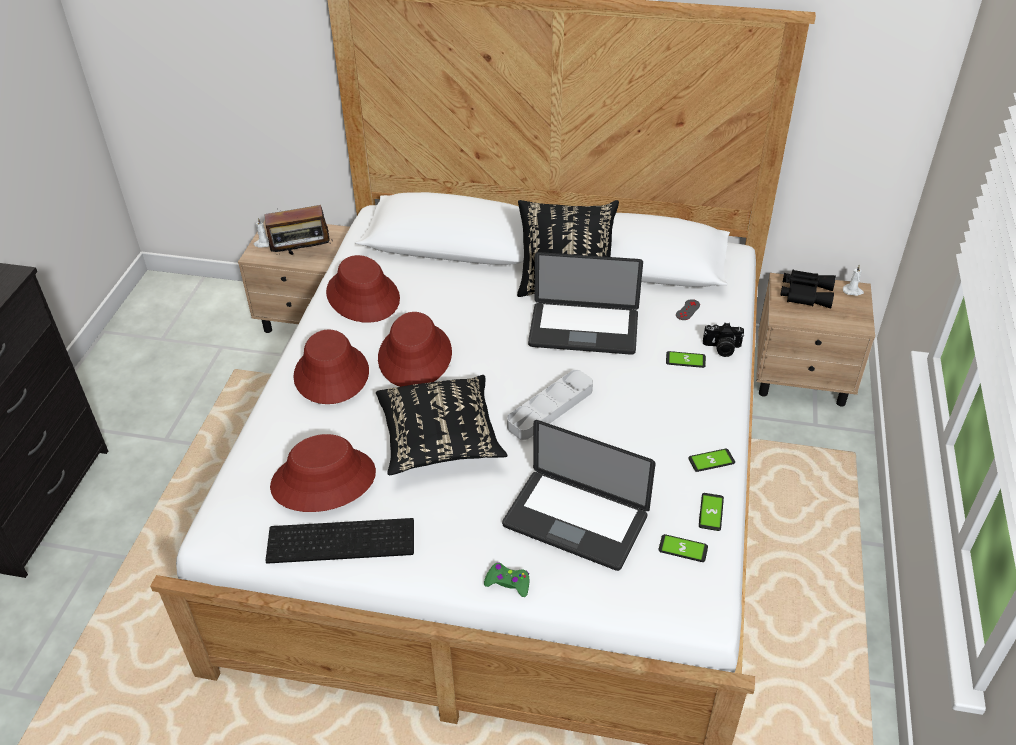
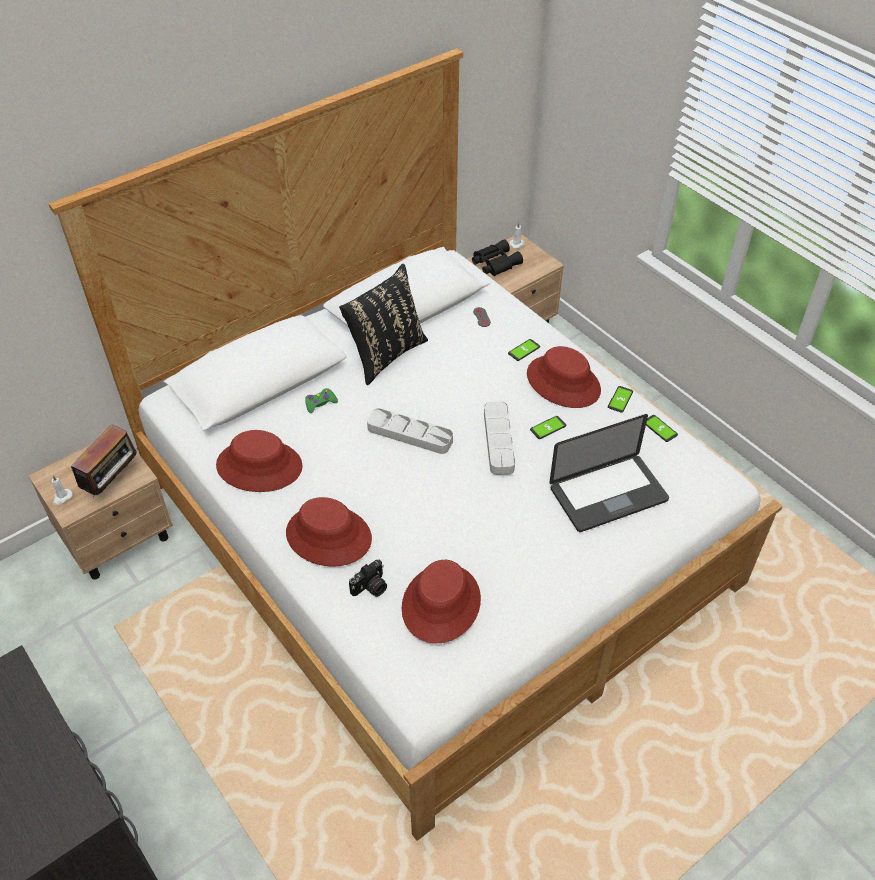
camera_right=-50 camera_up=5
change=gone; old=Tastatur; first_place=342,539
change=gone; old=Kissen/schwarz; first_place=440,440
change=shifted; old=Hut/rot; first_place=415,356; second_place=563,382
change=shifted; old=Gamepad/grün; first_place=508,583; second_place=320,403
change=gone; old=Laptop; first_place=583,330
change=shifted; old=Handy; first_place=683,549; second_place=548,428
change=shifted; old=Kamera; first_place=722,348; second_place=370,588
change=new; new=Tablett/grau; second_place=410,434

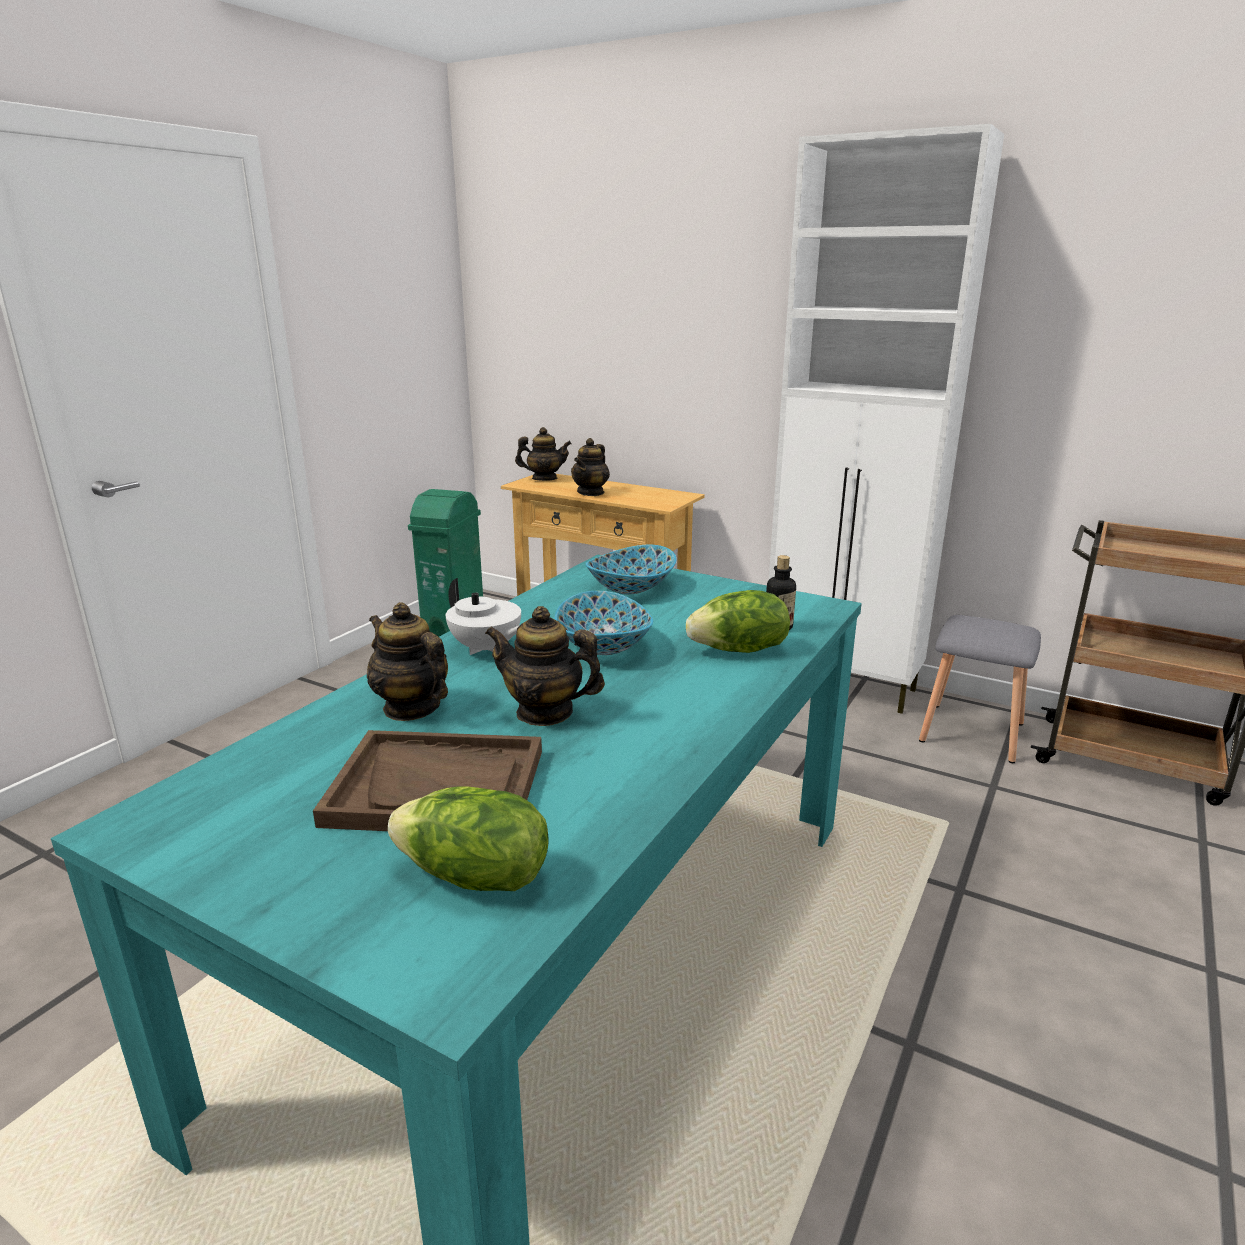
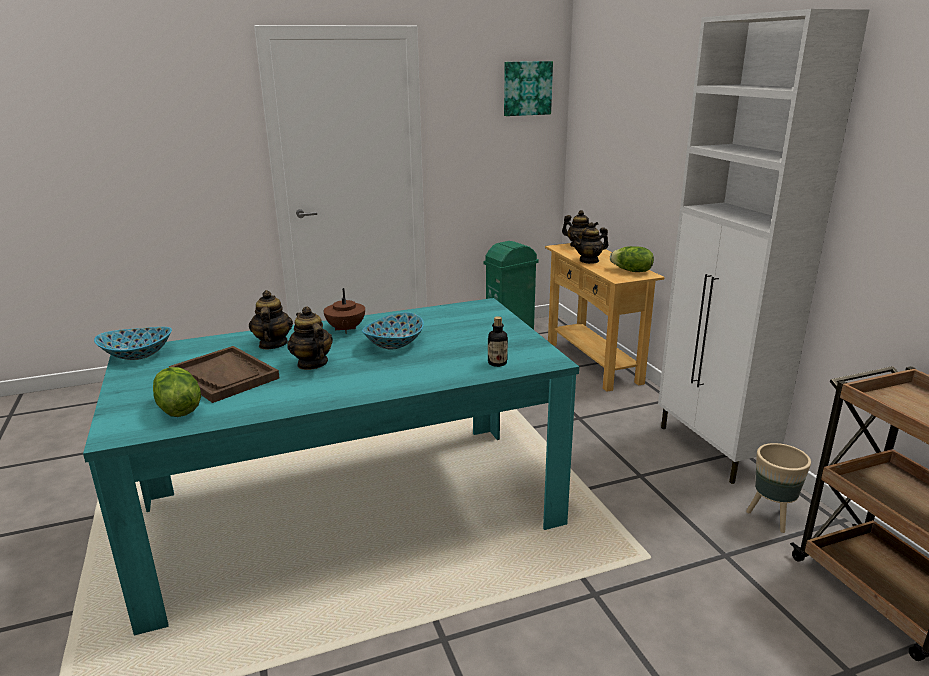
camera_right=40 camera_up=0
change=repainted; old=Teekanne/weiß; new=Teekanne/braun; first_place=486,649; second_place=345,329
change=shifted; old=Schüssel; first_place=630,588; second_place=138,355
change=shifted; old=Salatkopf; first_place=740,650; second_place=631,271
change=swapped; old=Hocker/grau; new=Pflanzkübel/beige; first_place=973,732; second_place=771,518
change=new; new=Bild; second_place=527,88

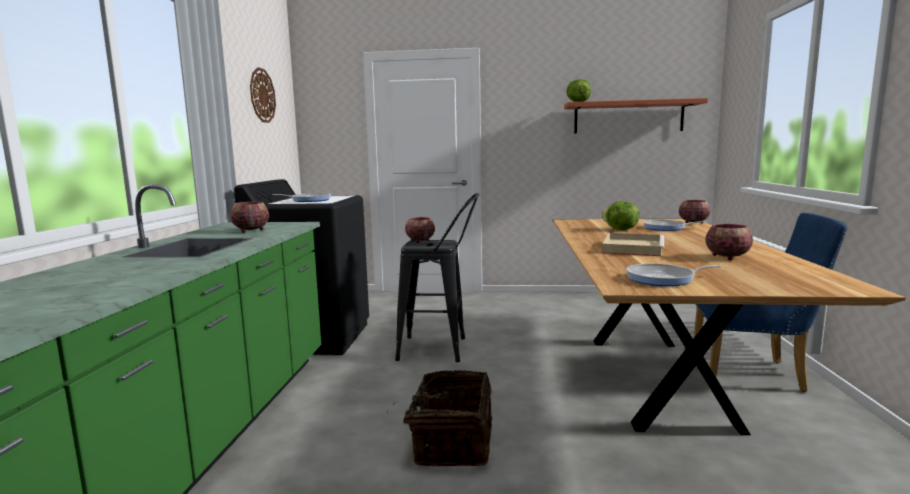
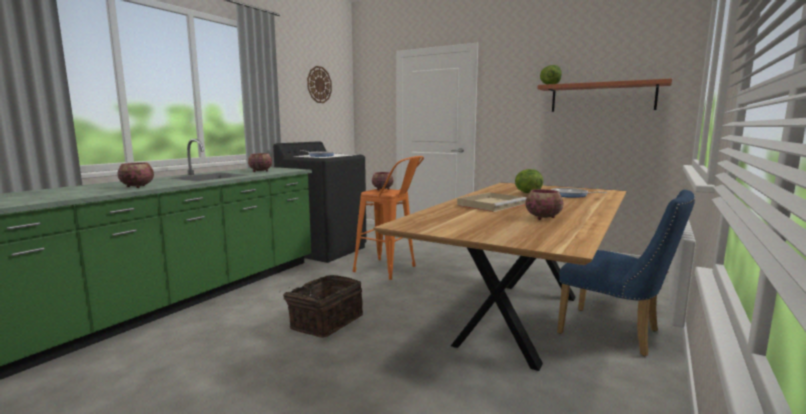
camera_right=25 camera_up=0
change=repainted; old=Hocker/schwarz; new=Hocker/orange; first_place=441,349; second_place=390,270
change=gone; old=Pfanne; first_place=663,279
change=shifted; old=Schüssel; first_place=692,223; second_place=138,187

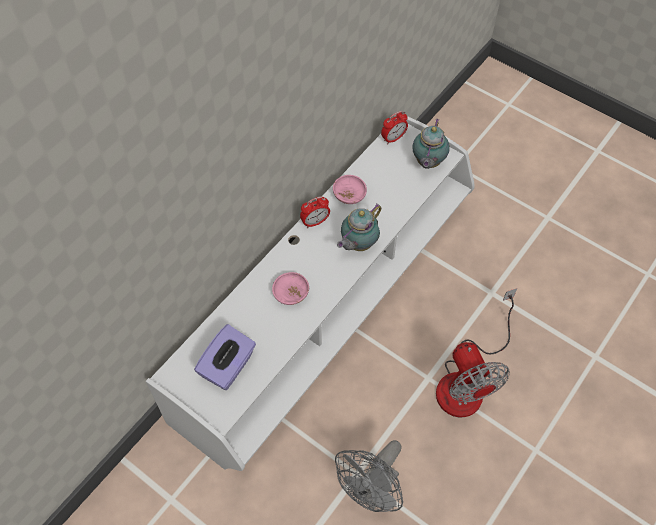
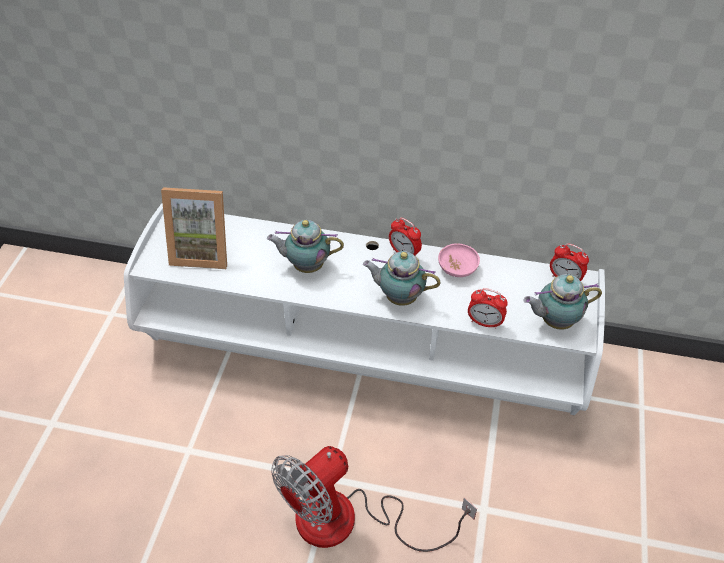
camera_right=65 camera_up=-10
change=swapped; old=Taschentuchbox/lila; new=Bilderrahmen; first_place=228,366; second_place=202,251
change=swapped; old=Schüssel/rosa; new=Teekanne; first_place=291,294; second_place=306,266
change=gone; old=Ventilator/grau; first_place=371,491
change=new; new=Wecker; second_place=484,322

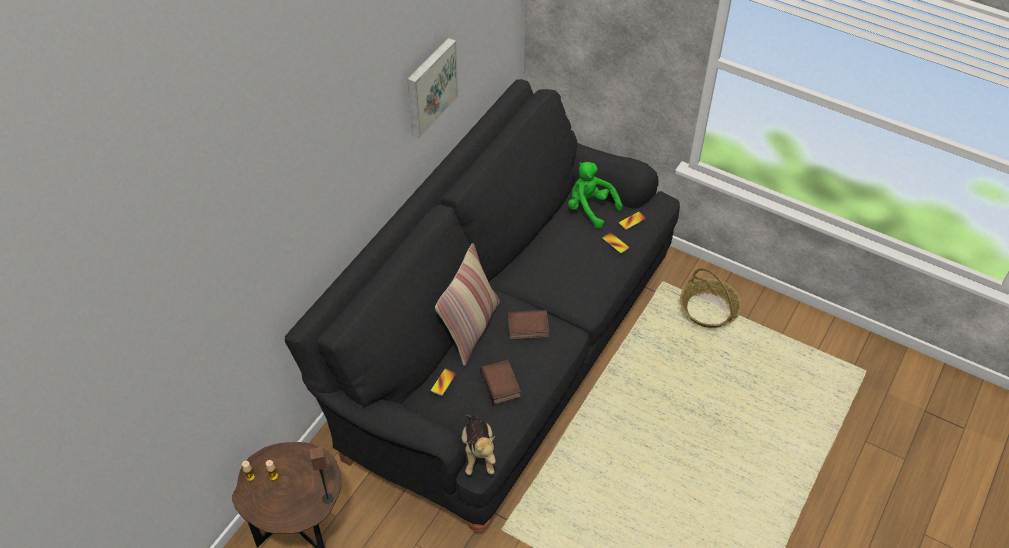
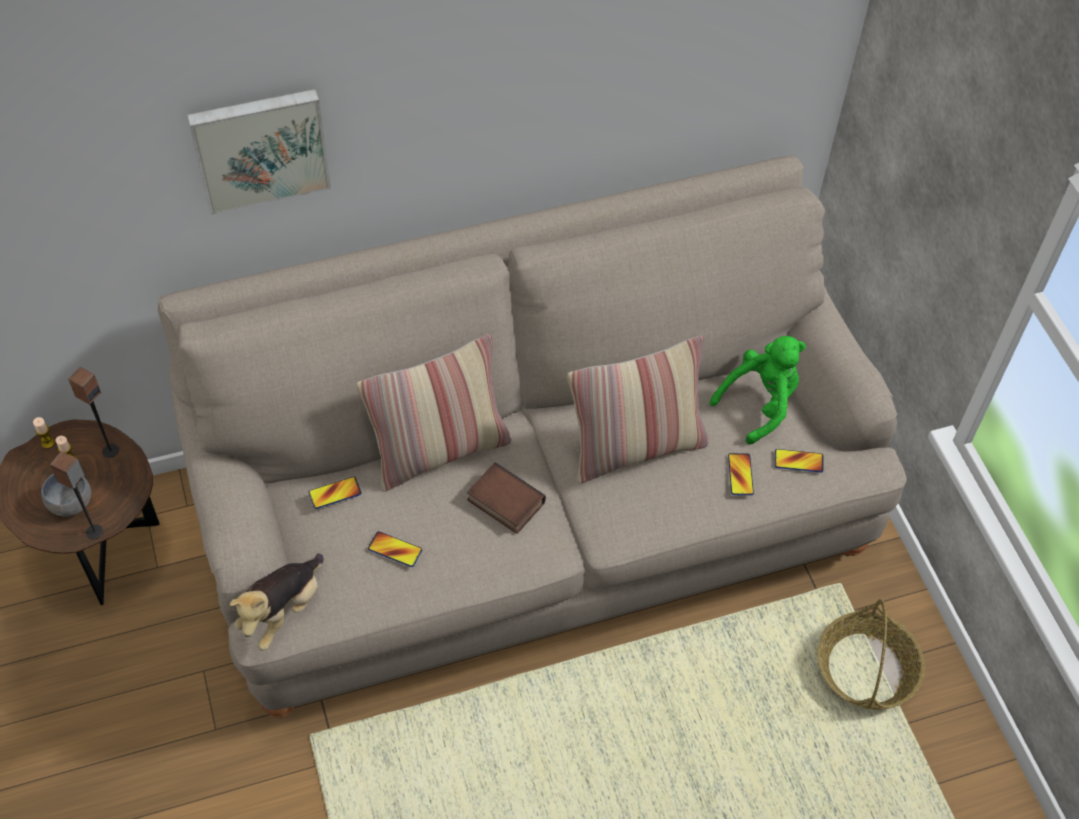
camera_right=40 camera_up=5
change=repainted; old=Sofa/schwarz; new=Sofa/beige; first_place=502,353; second_place=534,521
change=shifted; old=Bild; first_place=430,86; second_place=260,148
change=swapped; old=Buch; new=Handy; first_place=502,385; second_place=395,550
change=rotated; old=Plüschtier/grün; first_place=590,208; second_place=760,403; degrees=60
change=new; new=Schüssel/grau; second_place=72,502
change=new; new=Lautsprecher; second_place=110,450
change=new; new=Kissen; second_place=635,448

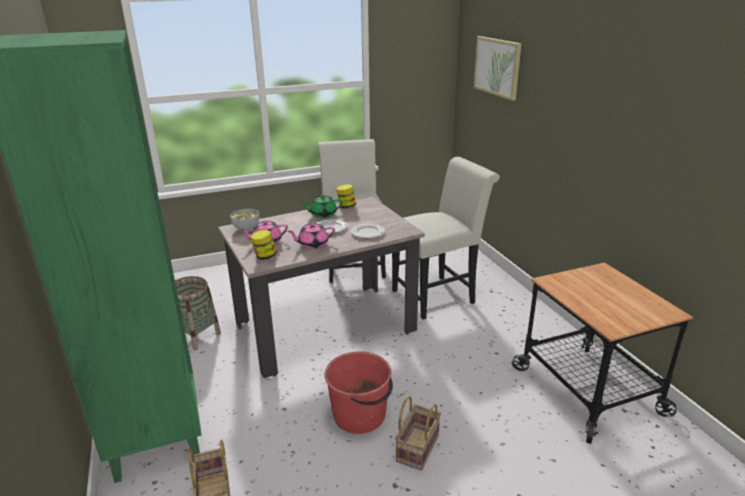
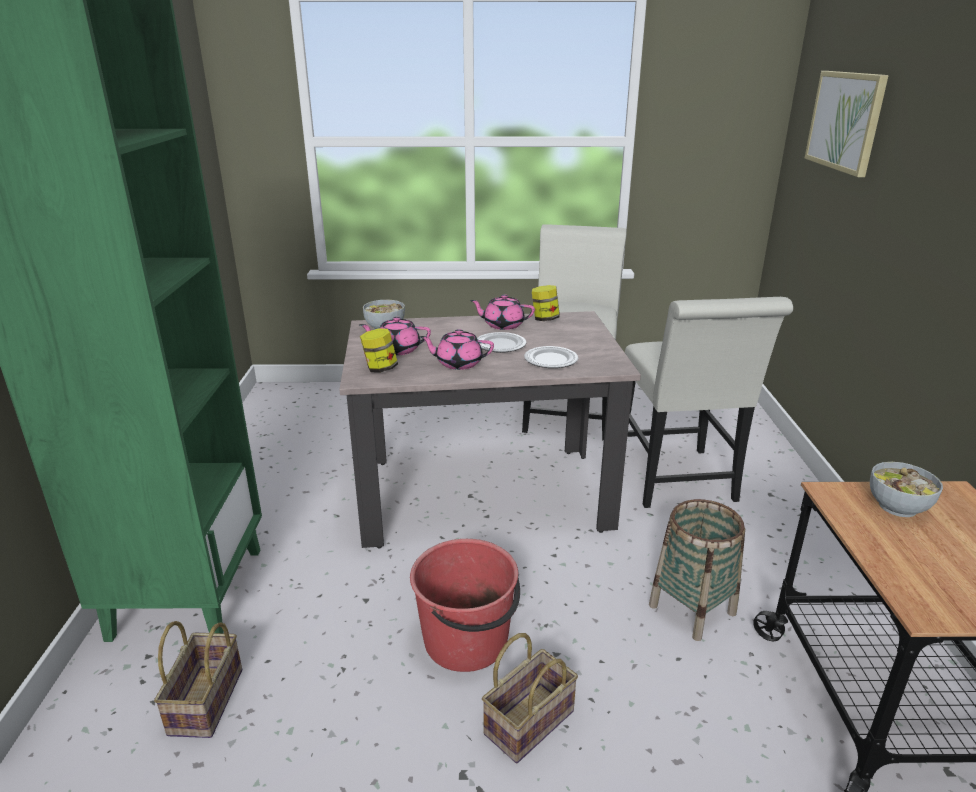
camera_right=20 camera_up=0
change=shifted; old=Korb; first_place=197,336; second_place=692,609
change=repainted; old=Teekanne/grün; new=Teekanne/rosa; first_place=323,214; second_place=503,325
change=rotated; old=Stuhl/weiß; first_place=438,295; second_place=678,483; degrees=90
change=new; new=Schüssel; second_place=897,507

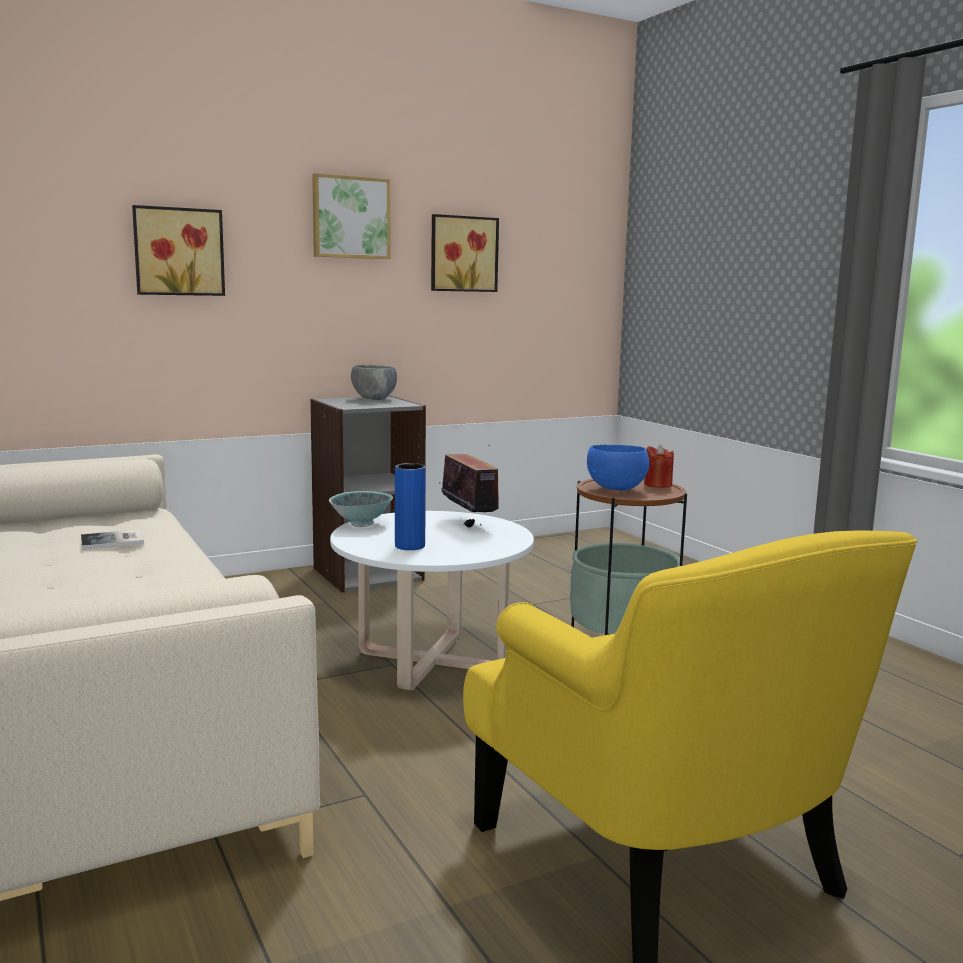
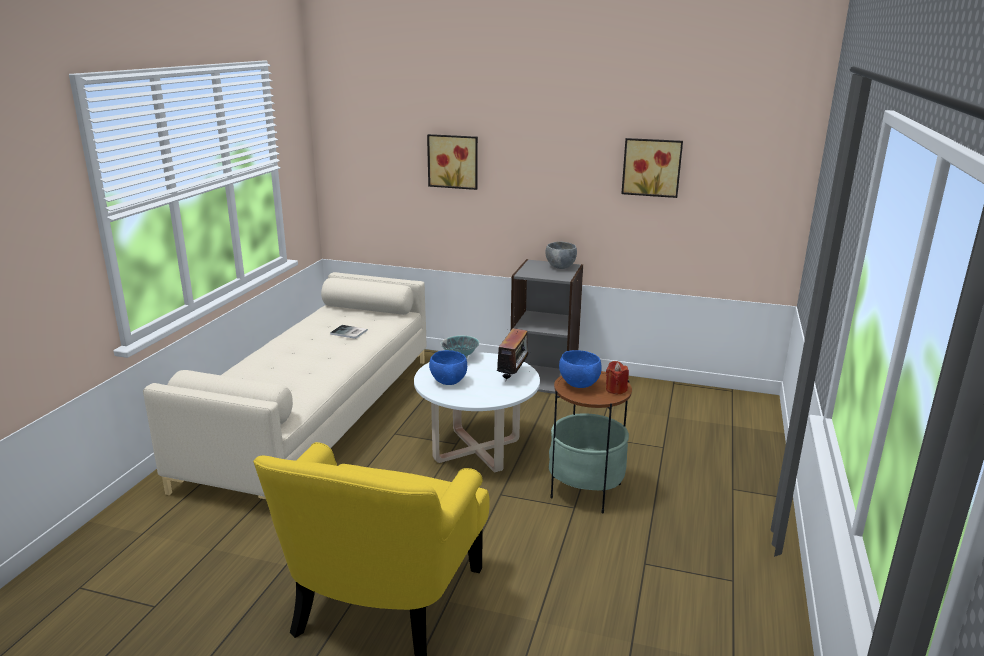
camera_right=45 camera_up=10
change=gone; old=Bild; first_place=350,217
change=swapped; old=Vase/blau; new=Schüssel/blau; first_place=410,546; second_place=448,382

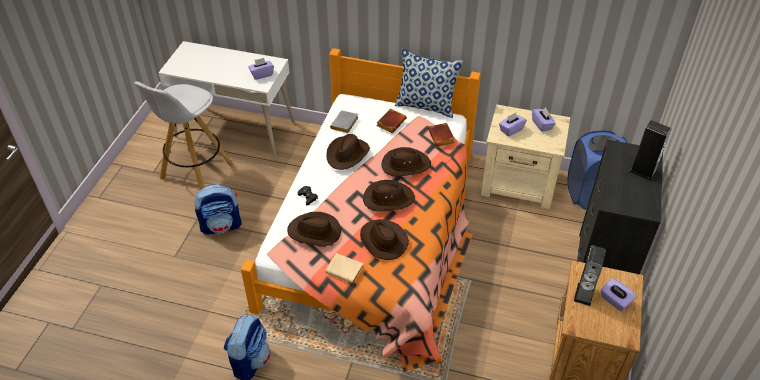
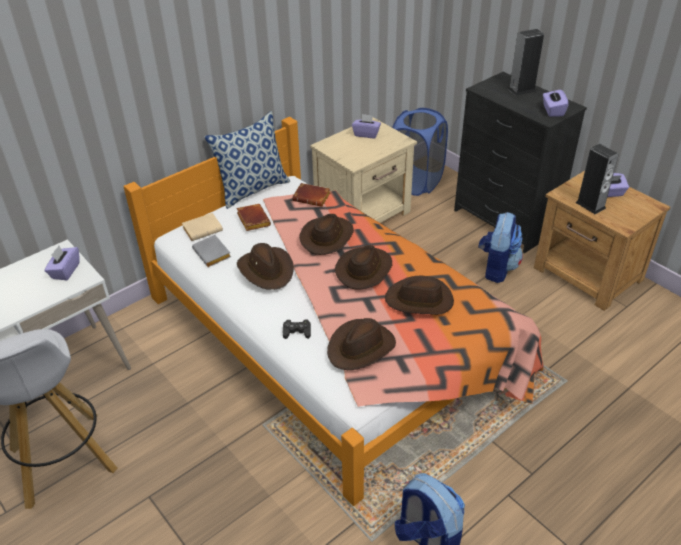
camera_right=-55 camera_up=-5
change=shifted; old=Rucksack; first_place=221,225; second_place=496,268
change=shifted; old=Buch/beige; first_place=346,270; second_place=203,229
change=shifted; old=Taschentuchbox/lila; first_place=511,130; second_place=552,111

